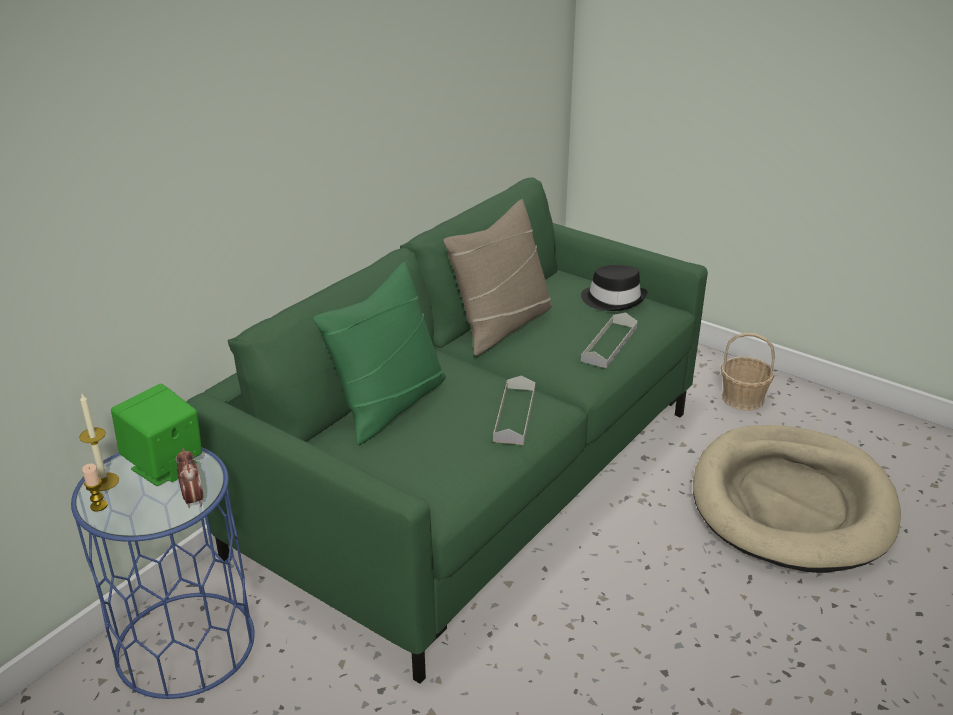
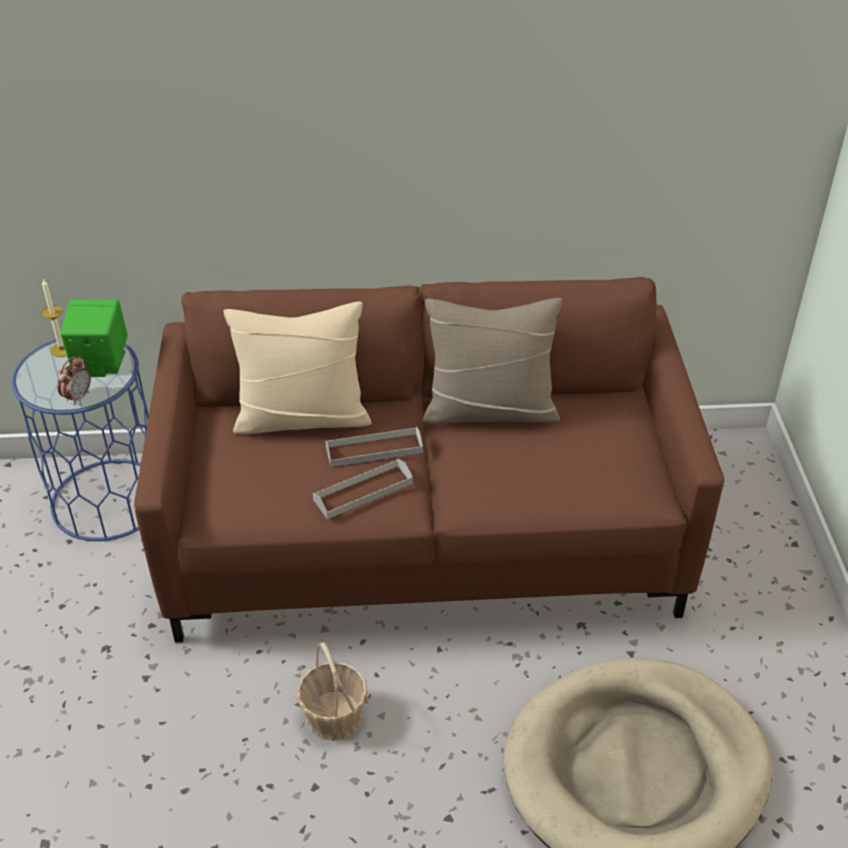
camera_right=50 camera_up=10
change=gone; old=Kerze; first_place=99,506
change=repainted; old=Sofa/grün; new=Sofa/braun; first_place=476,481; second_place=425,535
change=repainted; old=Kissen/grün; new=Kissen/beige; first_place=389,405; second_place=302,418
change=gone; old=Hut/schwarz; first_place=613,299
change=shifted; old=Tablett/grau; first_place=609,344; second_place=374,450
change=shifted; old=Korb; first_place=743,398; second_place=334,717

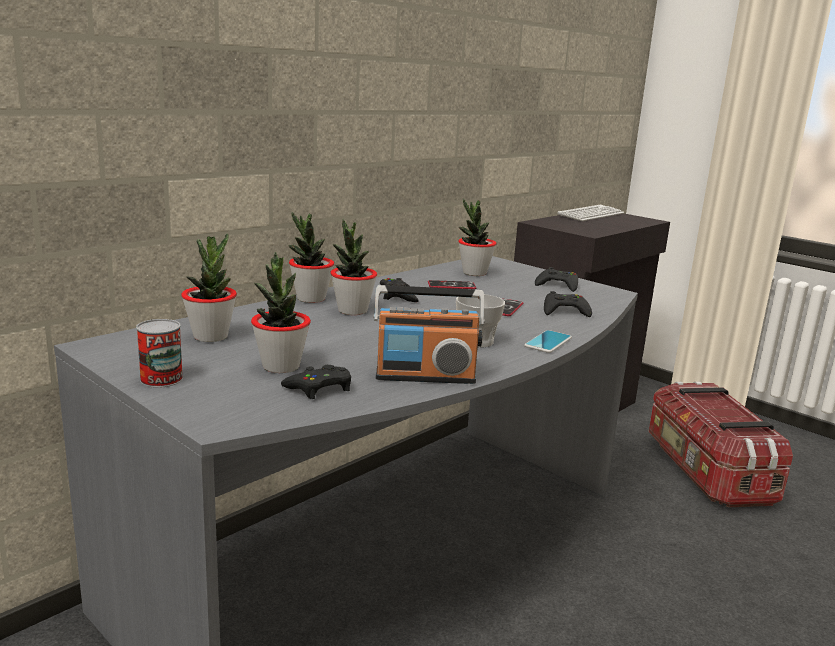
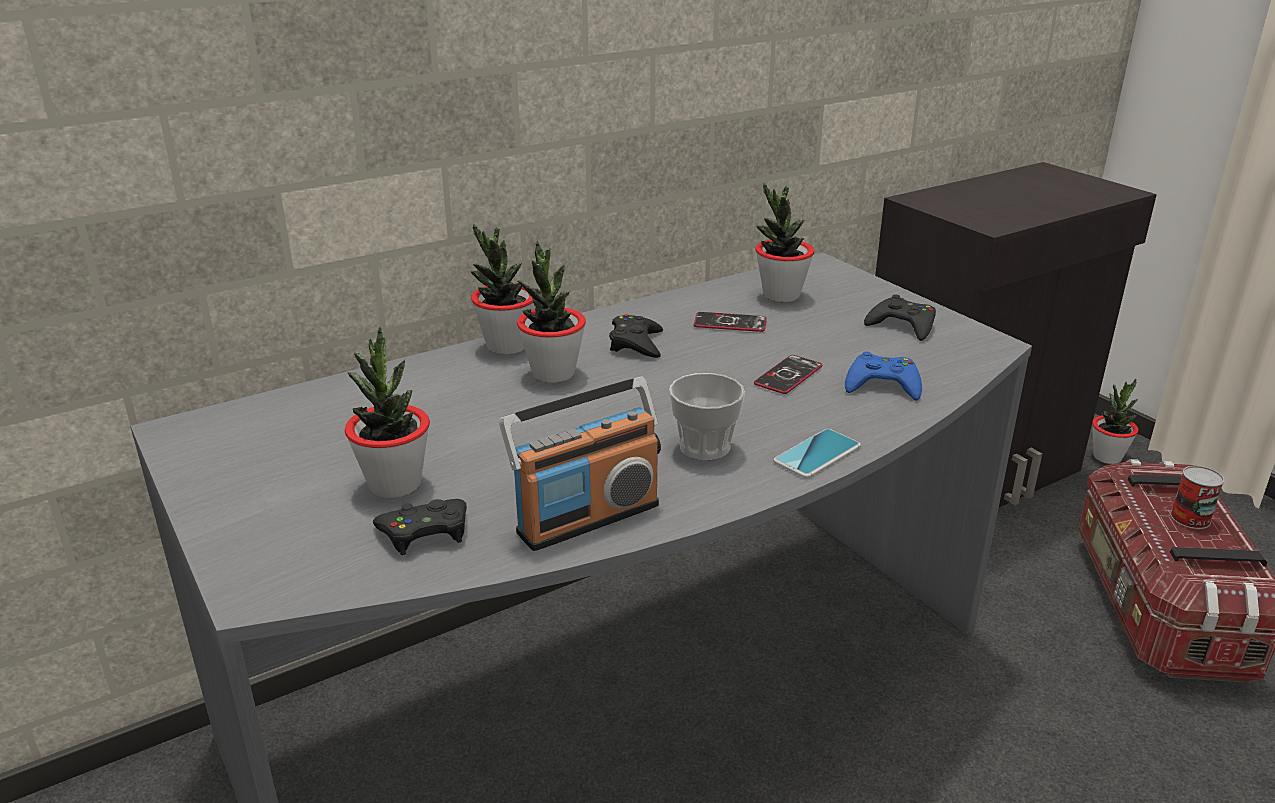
camera_right=15 camera_up=10
change=shifted; old=Dose; first_place=161,379; second_place=1190,518
change=shifted; old=Topfpflanze; first_place=211,336; second_place=1107,457
change=rotated; old=Radio; first_place=425,376; second_place=587,518; degrees=-45
change=repainted; old=Gamepad/schwarz; new=Gamepad/blau; first_place=565,311; second_place=882,385
change=gone; old=Tastatur; first_place=591,215

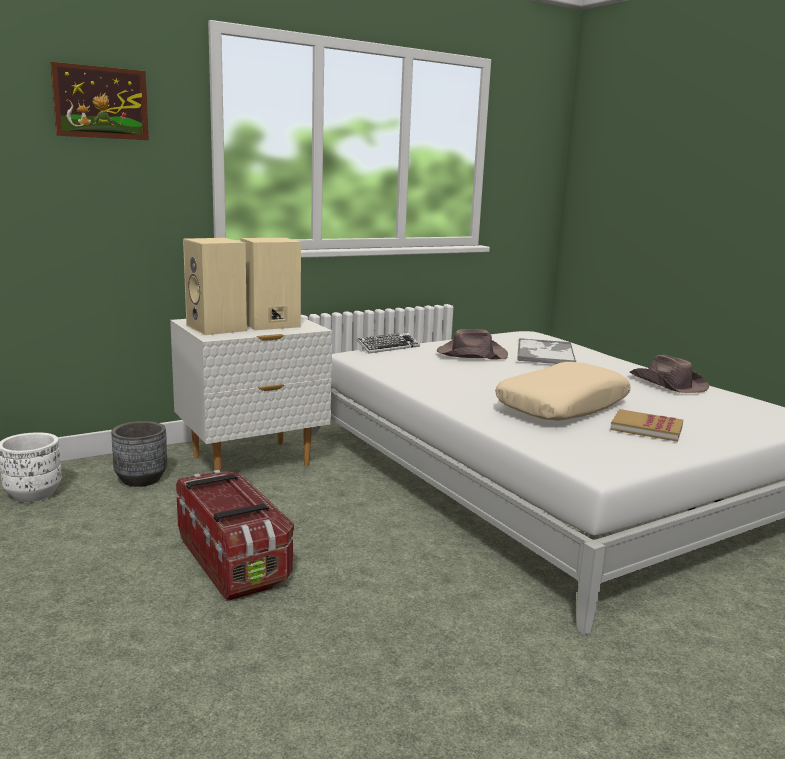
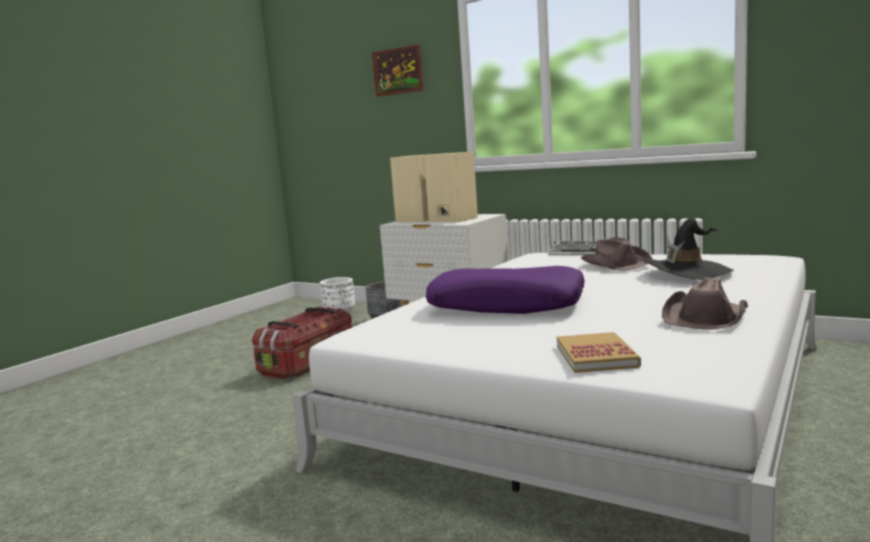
camera_right=65 camera_up=-5
change=repainted; old=Kissen/beige; new=Kissen/lila; first_place=562,406; second_place=506,305
change=swapped; old=Tablett; new=Hut/schwarz; first_place=545,353; second_place=687,272
change=shifted; old=Buch; first_place=646,428; second_place=596,356

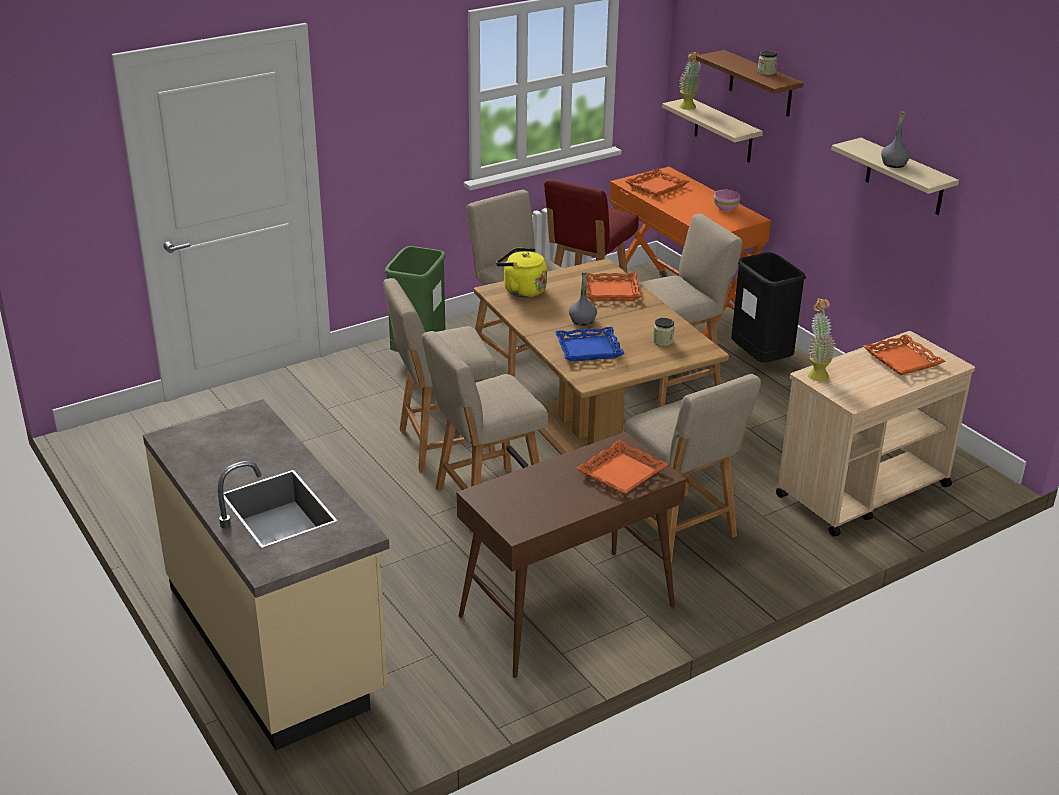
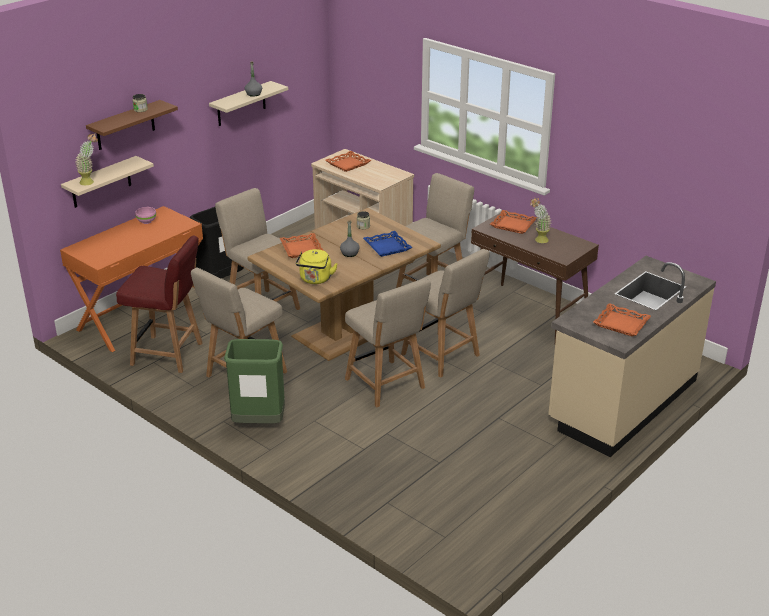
camera_right=-105 camera_up=0
change=shifted; old=Tablett/orange; first_place=656,186; second_place=621,324
change=shifted; old=Topfpflanze; first_place=816,373; second_place=538,241

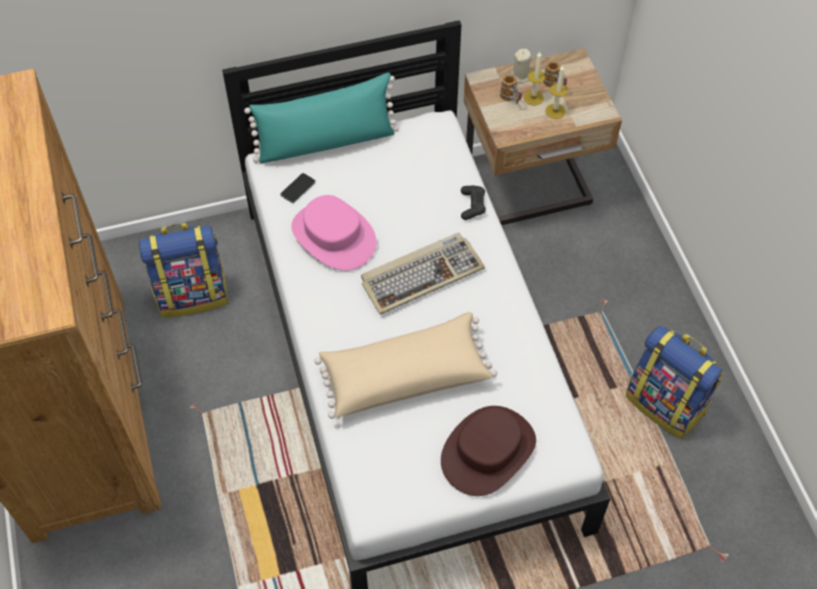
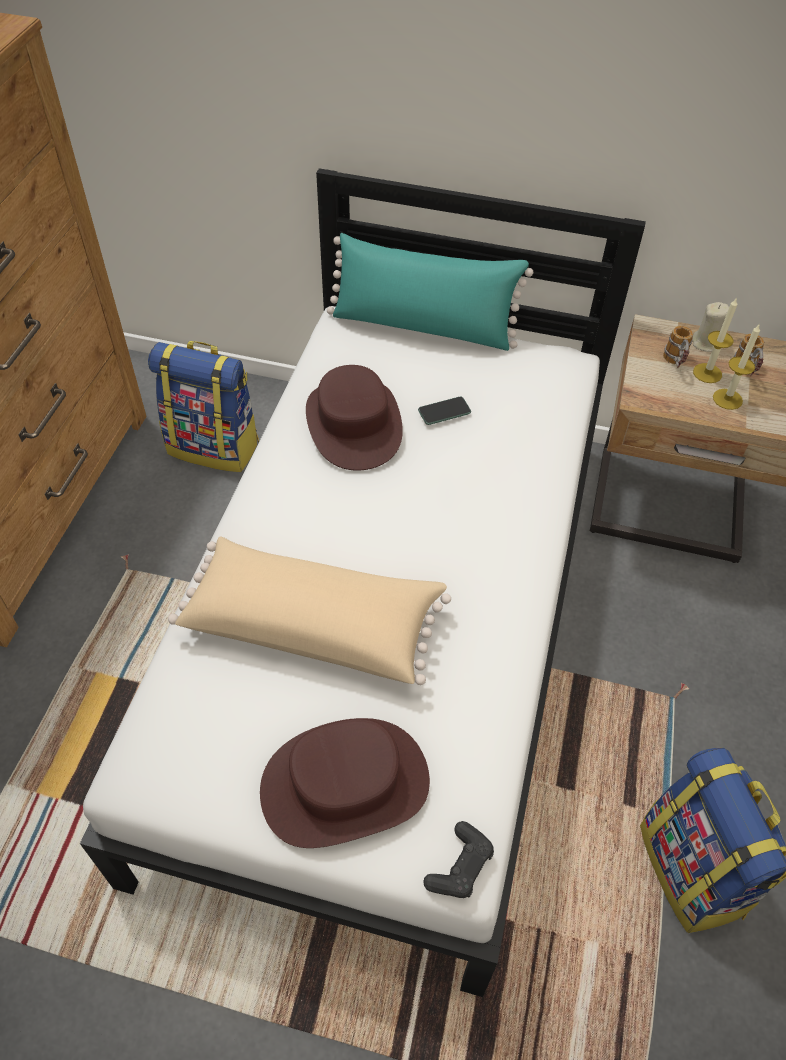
camera_right=30 camera_up=-5
change=shifted; old=Handy; first_place=298,188; second_place=444,411
change=repainted; old=Hut/rosa; new=Hut/braun; first_place=333,236; second_place=353,424
change=gone; old=Tastatur; first_place=422,274
change=shifted; old=Gamepad/schwarz; first_place=472,205; second_place=460,866

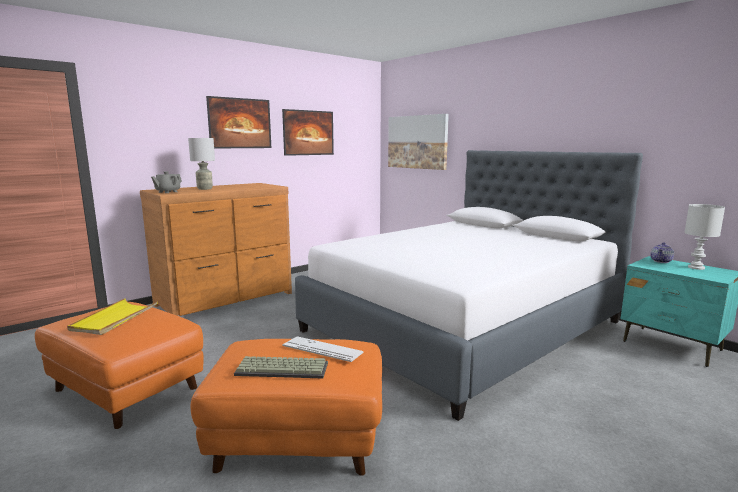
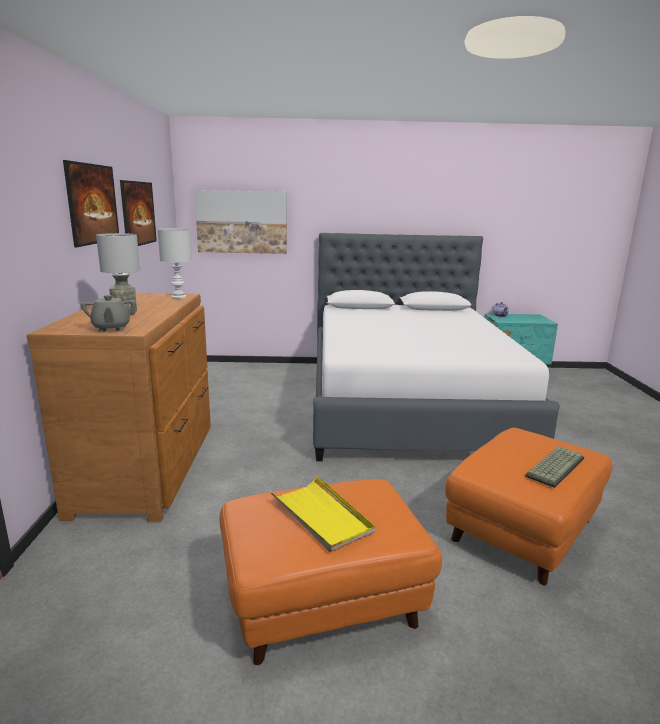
camera_right=-50 camera_up=5
change=gone; old=Tastatur; first_place=322,349
change=shifted; old=Tischlampe/weiß; first_place=695,267; second_place=178,297

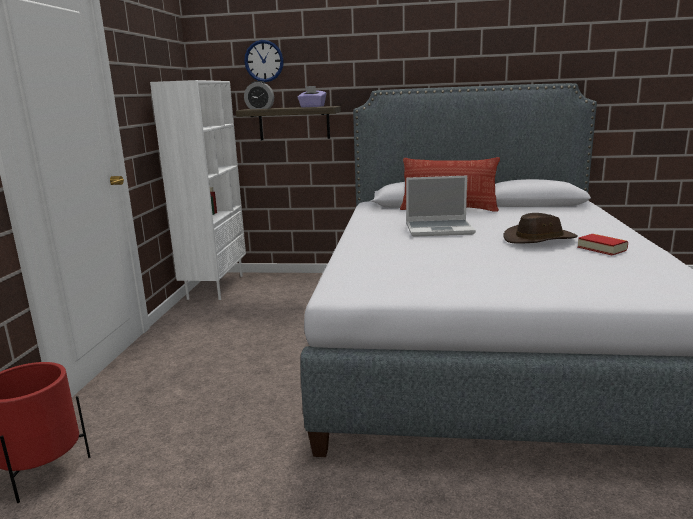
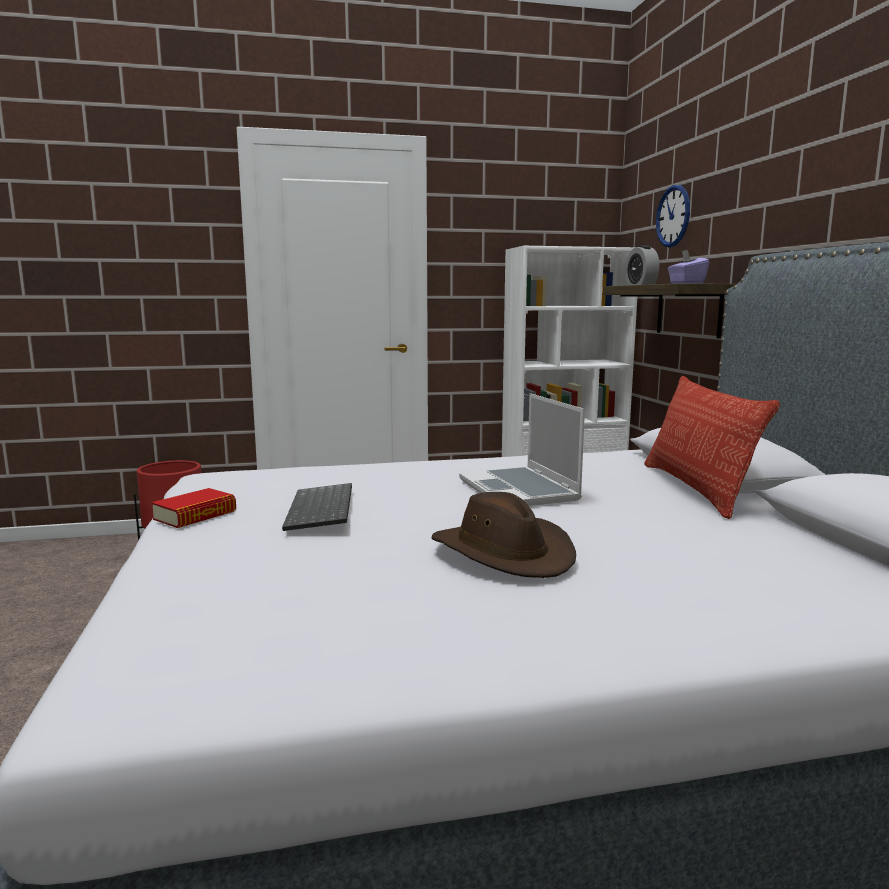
camera_right=70 camera_up=-5
change=shifted; old=Buch; first_place=602,248; second_place=195,515
change=new; new=Tastatur; second_place=322,510

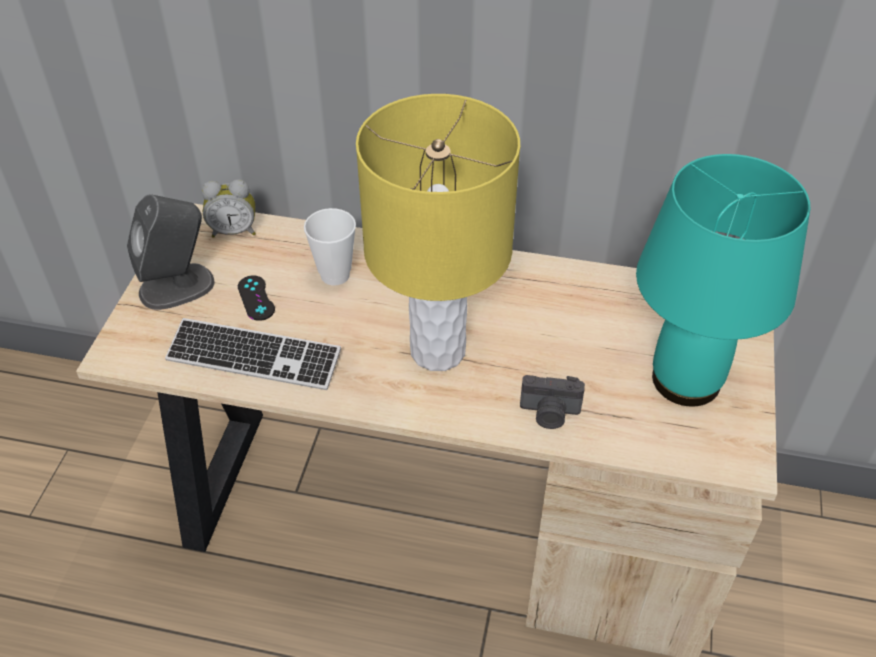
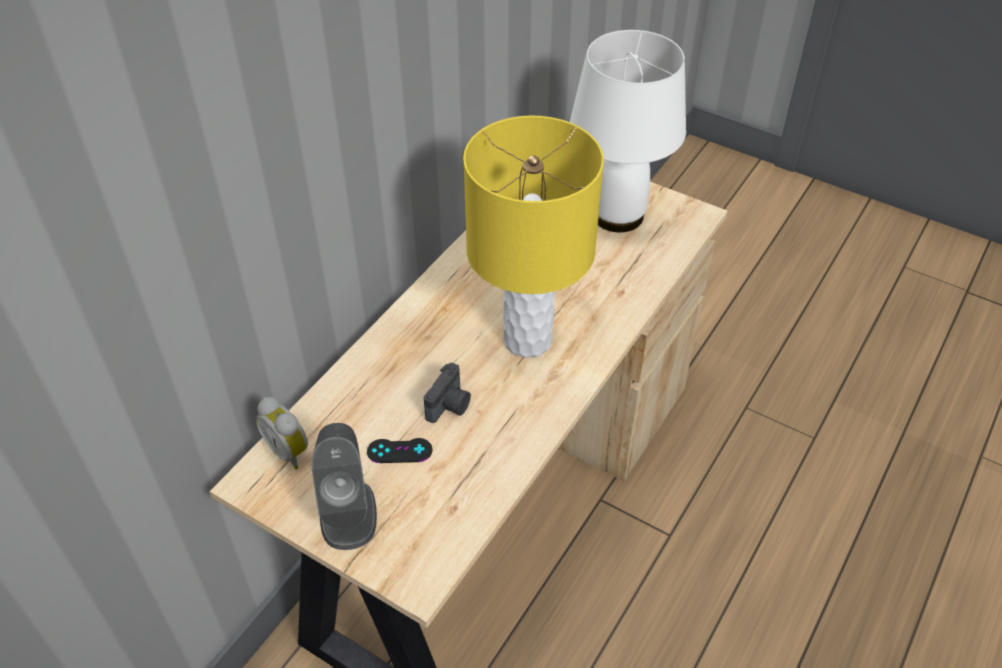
camera_right=-70 camera_up=0
change=gone; old=Tastatur; first_place=254,357
change=rotated; old=Wecker; first_place=234,230; second_place=290,450; degrees=120
change=gone; old=Tasse; first_place=335,275
change=shifted; old=Kamera; first_place=549,413; second_place=450,406
change=repainted; old=Tischlampe/türkis; new=Tischlampe/weiß; first_place=687,379; second_place=617,214

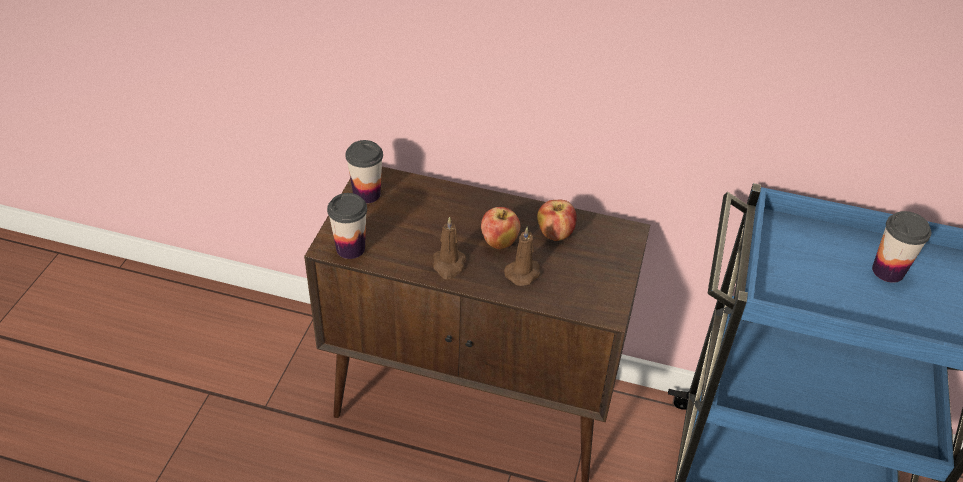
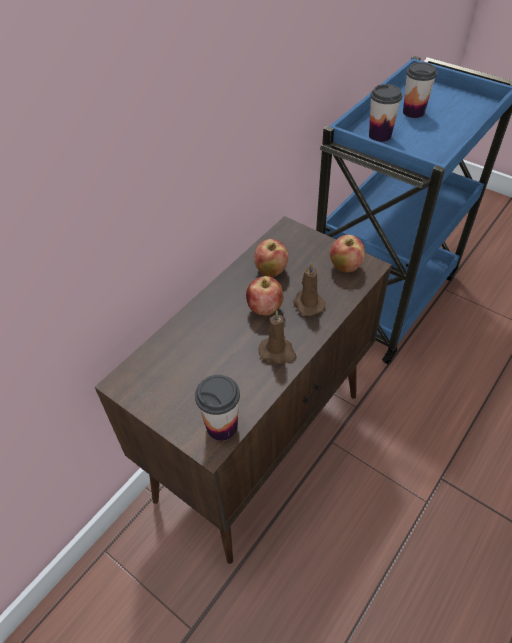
camera_right=-65 camera_up=5
change=shifted; old=Tasse; first_place=366,194; second_place=379,135
change=new; new=Apfel; second_place=345,266

